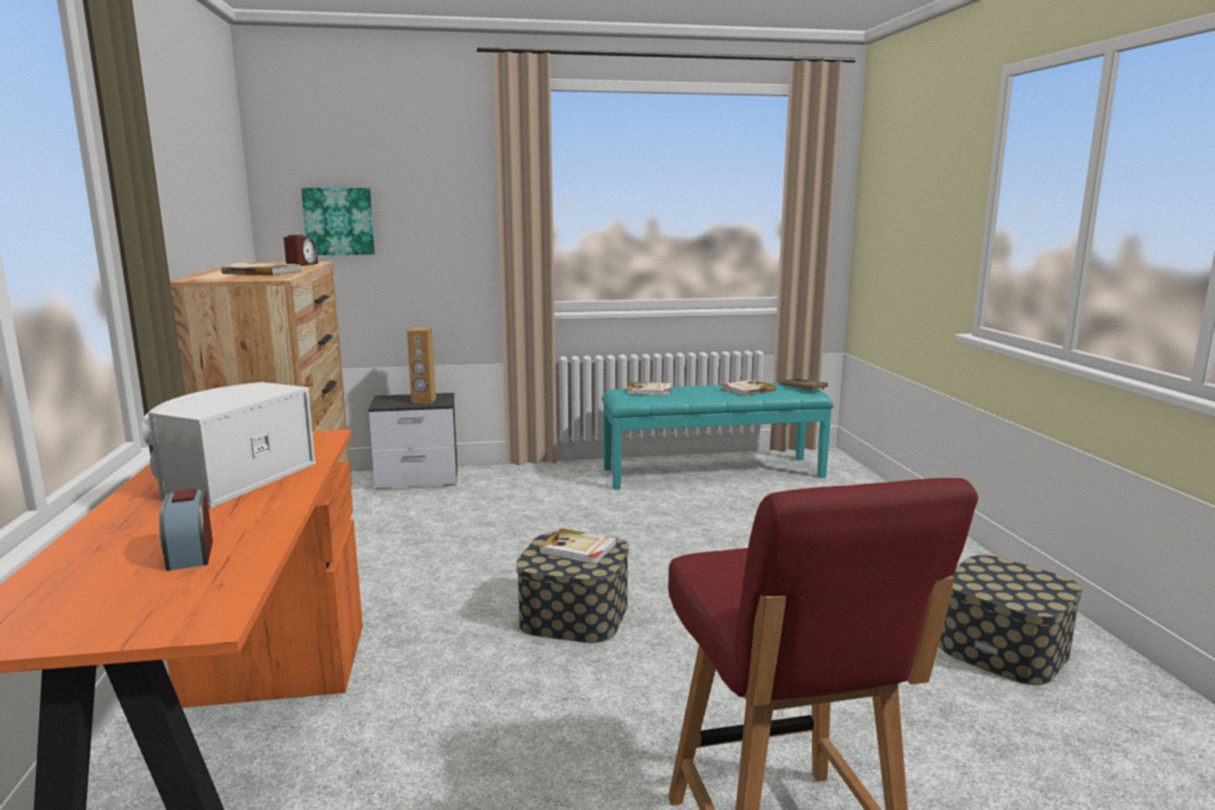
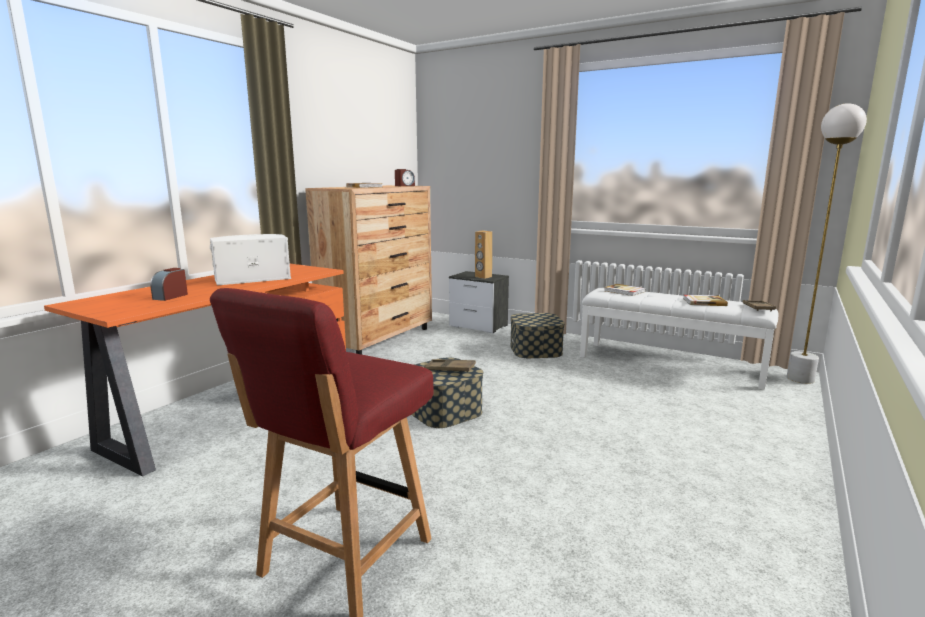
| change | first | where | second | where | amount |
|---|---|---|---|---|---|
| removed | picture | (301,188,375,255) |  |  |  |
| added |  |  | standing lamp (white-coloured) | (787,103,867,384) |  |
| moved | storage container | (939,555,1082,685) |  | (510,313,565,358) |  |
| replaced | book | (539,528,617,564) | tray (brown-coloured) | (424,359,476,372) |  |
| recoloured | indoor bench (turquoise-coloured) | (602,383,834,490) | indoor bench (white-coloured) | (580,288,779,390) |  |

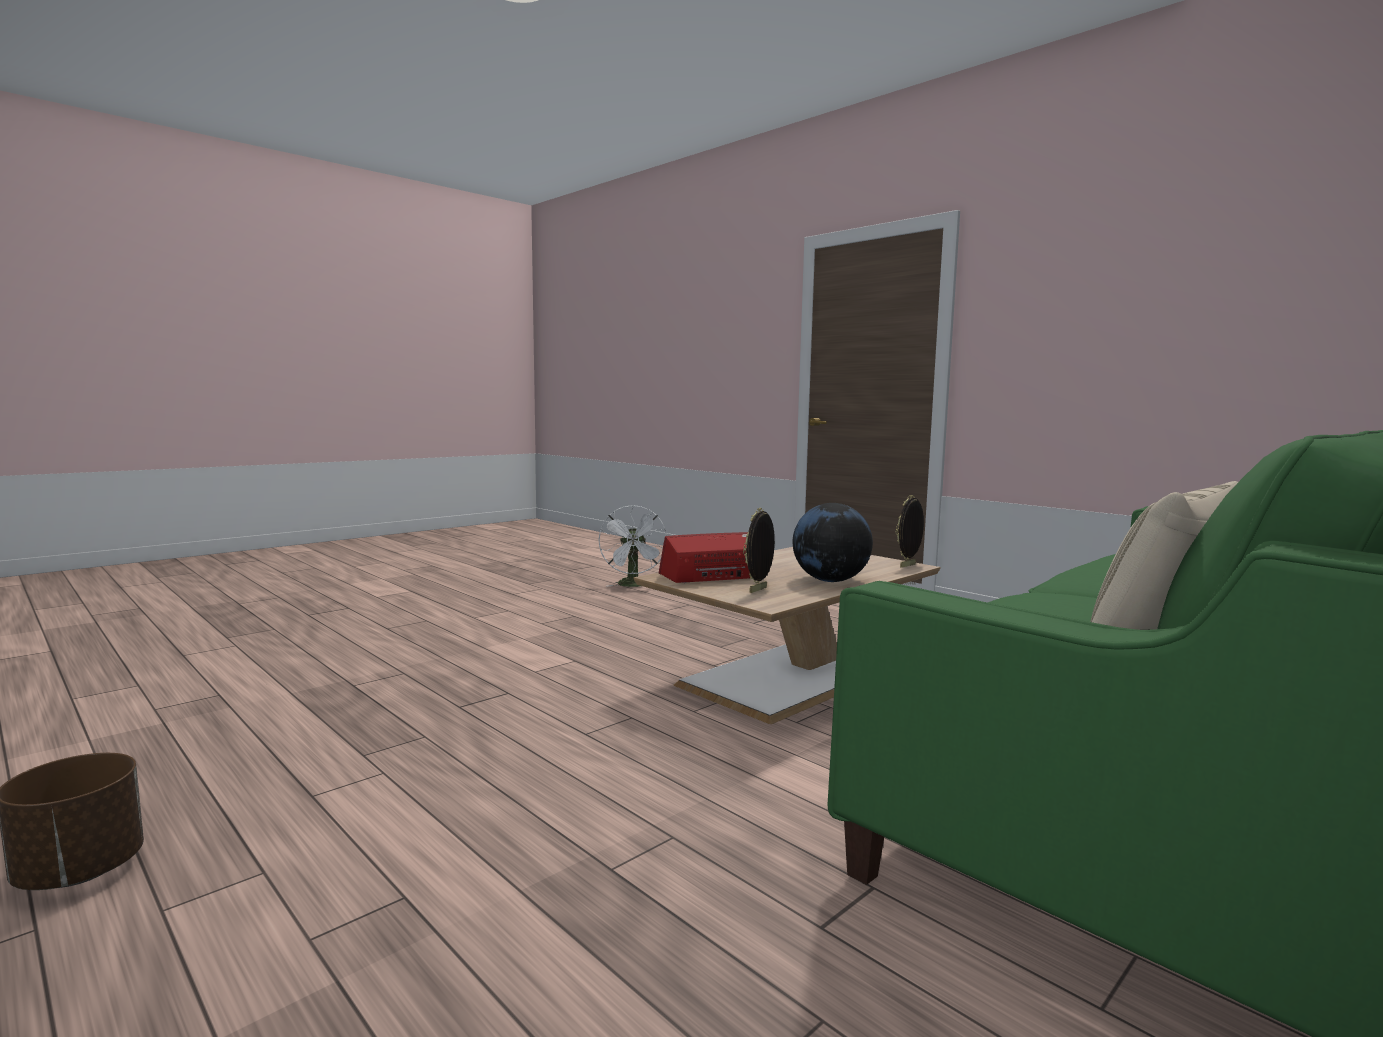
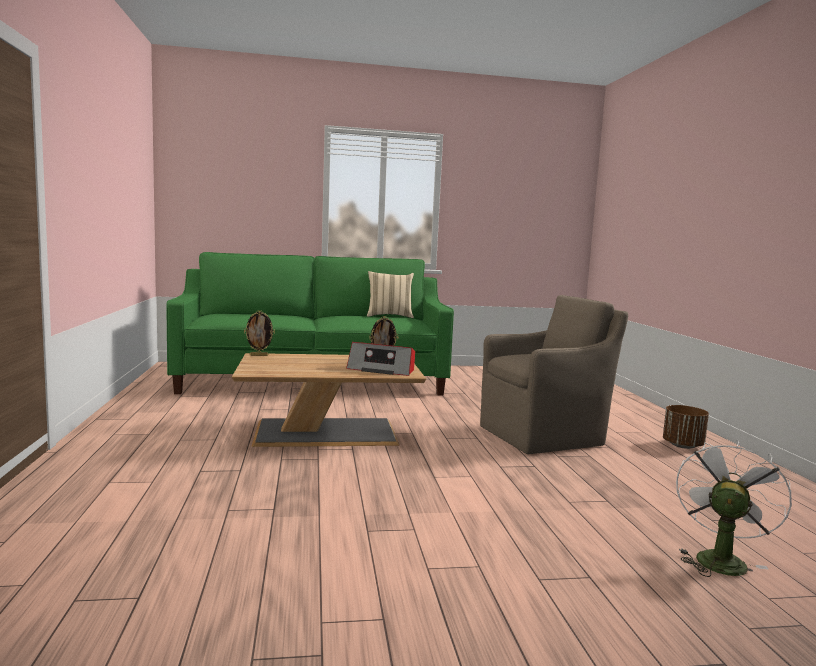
| change | first | where | second | where | amount |
|---|---|---|---|---|---|
| removed | desk globe | (793,503,873,582) |  |  |  |
| added |  |  | easy chair (brown-coloured) | (480,295,628,454) |  |
| moved | electric fan (white-coloured) | (598,505,667,587) |  | (676,439,792,577) |  |

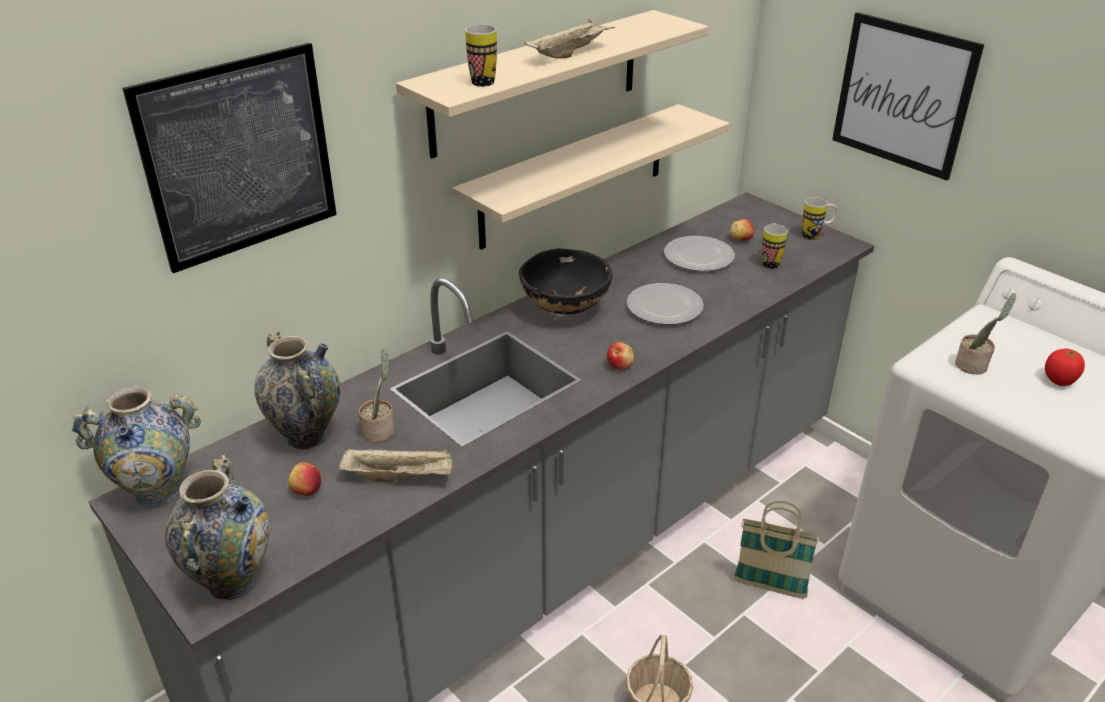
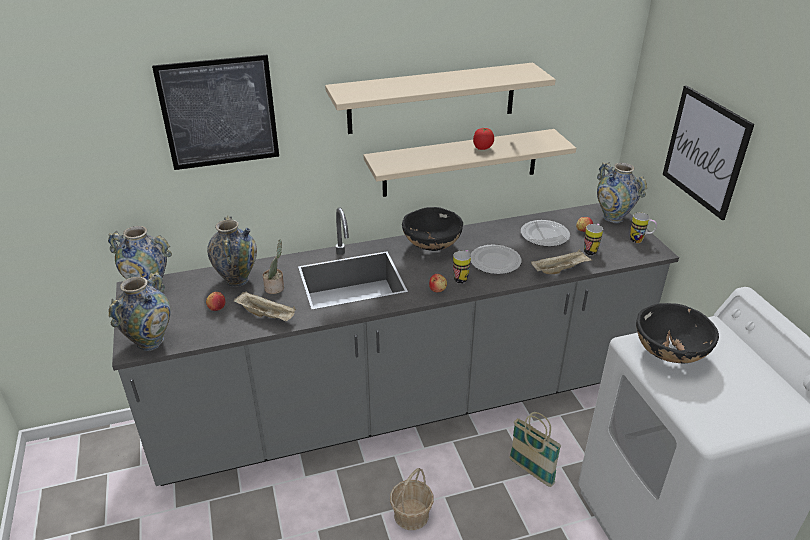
| change | first | where | second | where | amount |
|---|---|---|---|---|---|
| added |  |  | vase | (597,162,647,223) |  |
| moved | coffee mug | (465,25,497,87) |  | (453,250,471,284) |  |
| moved | tray (beige-coloured) | (524,18,615,59) |  | (531,249,592,274) |  |
| moved | tomato | (1045,348,1085,386) |  | (473,128,494,150) |  |
| replaced | potted plant | (955,293,1016,374) | serving bowl (black) | (636,303,719,364) |  |

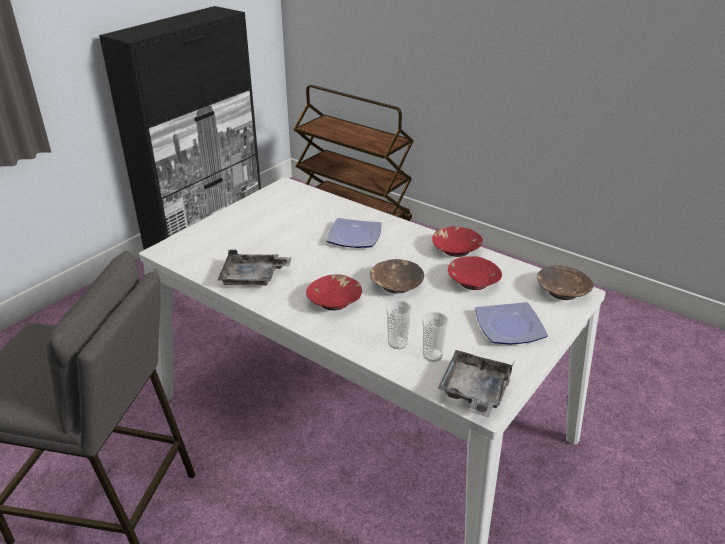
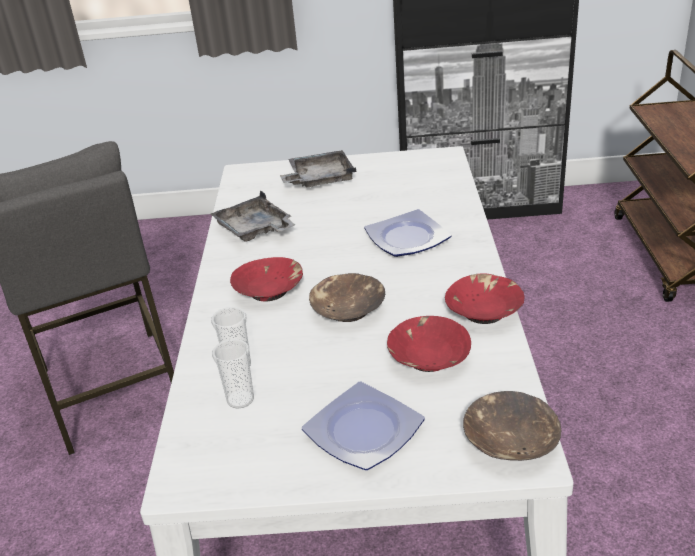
| change | first | where | second | where | amount |
|---|---|---|---|---|---|
| moved | tray (grey) | (437,350,514,417) |  | (280,150,357,188) |  |

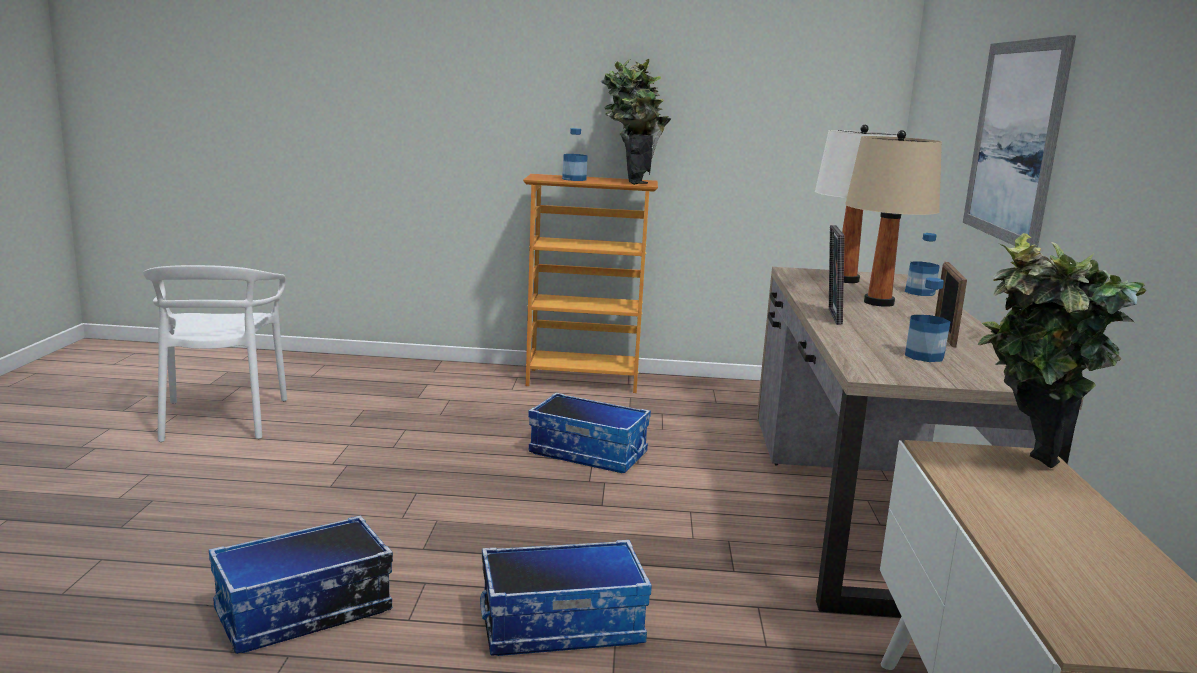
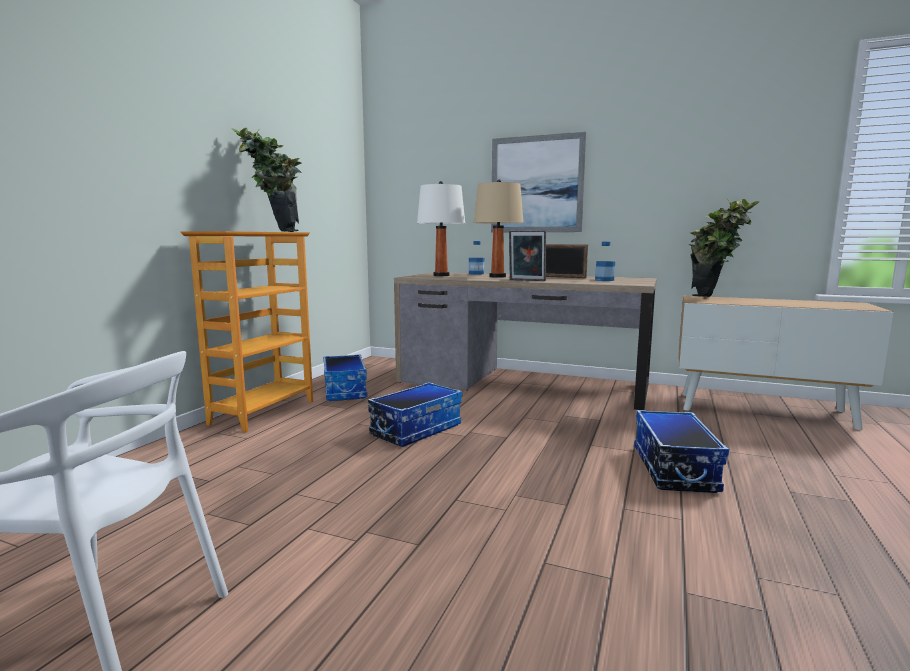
| change | first | where | second | where | amount |
|---|---|---|---|---|---|
| removed | bottle | (562,128,588,181) |  |  |  |
| moved | storage container | (209,515,393,654) |  | (323,354,367,401) |  |

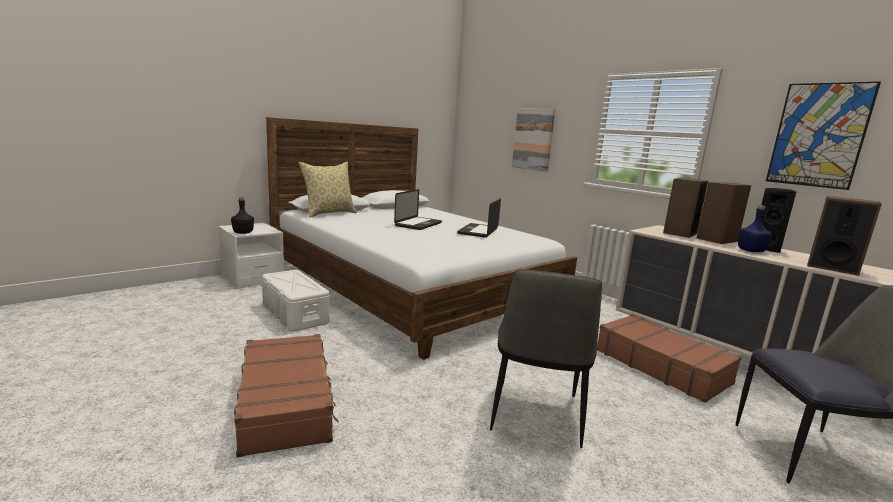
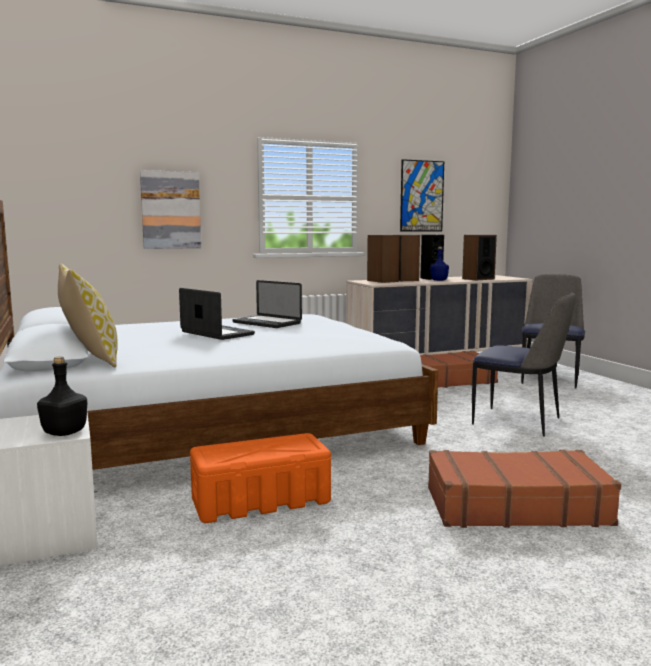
| change | first | where | second | where | amount |
|---|---|---|---|---|---|
| recoloured | storage container (white-coloured) | (262,270,329,332) | storage container (orange) | (190,433,331,523) |  |

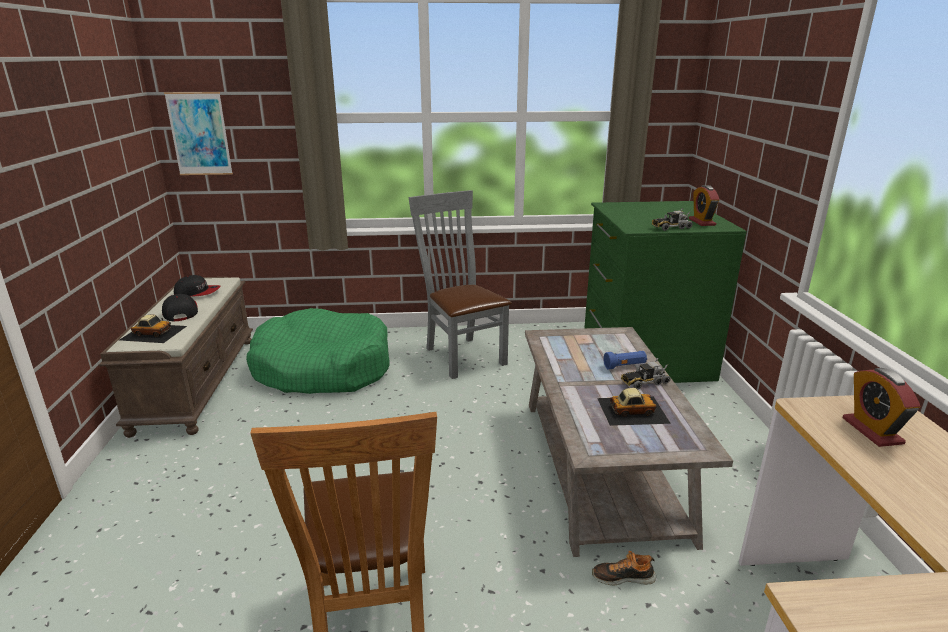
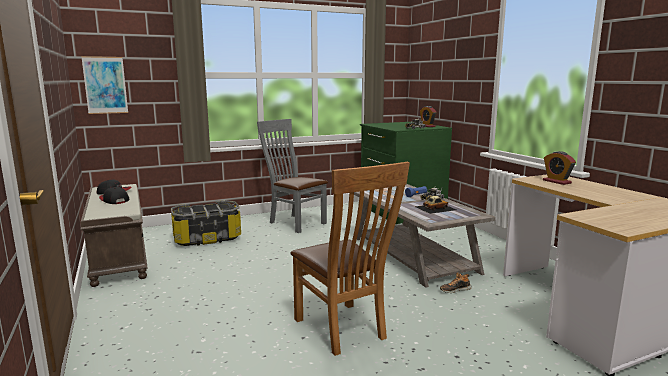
| change | first | where | second | where | amount |
|---|---|---|---|---|---|
| removed | miniature car | (120,315,187,343) |  |  |  |
| replaced | dog bed (green) | (246,308,390,394) | storage container | (171,200,241,246) |  |

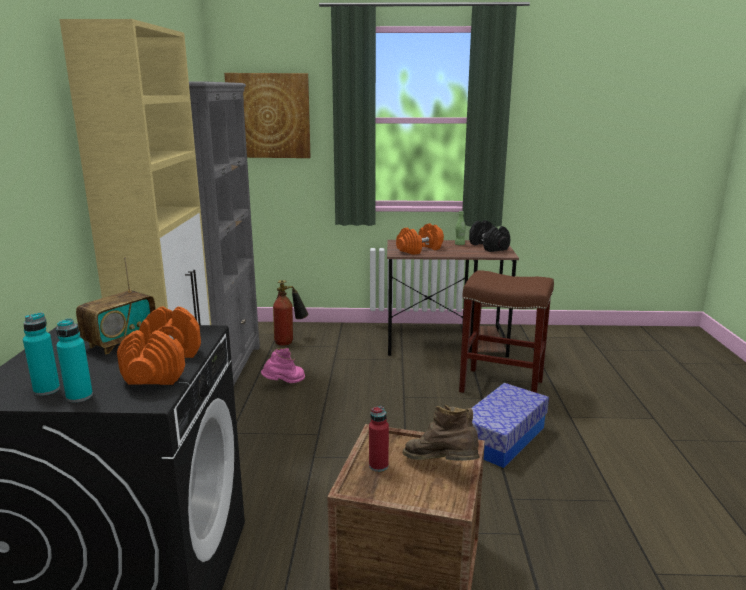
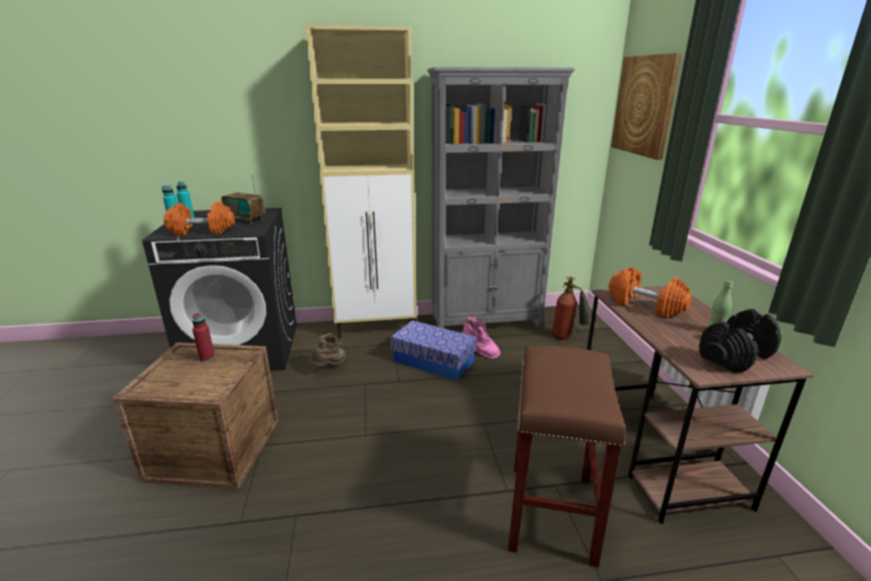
| change | first | where | second | where | amount |
|---|---|---|---|---|---|
| moved | high-top boot (brown-coloured) | (403,404,480,461) |  | (309,333,346,366) |  |
| moved | storage container | (471,383,549,468) |  | (391,320,477,381) |  |

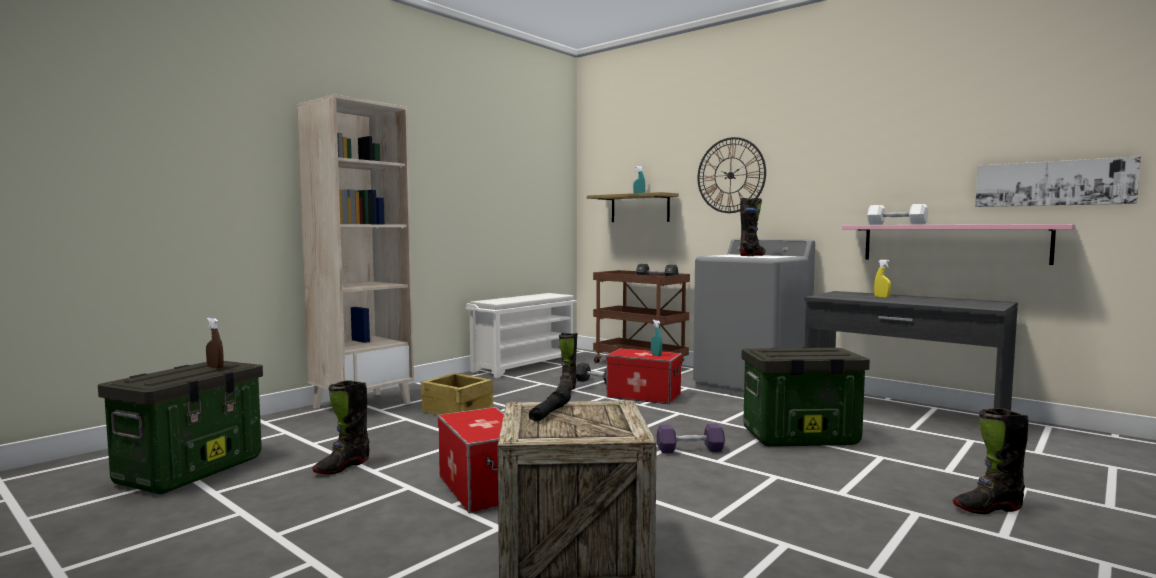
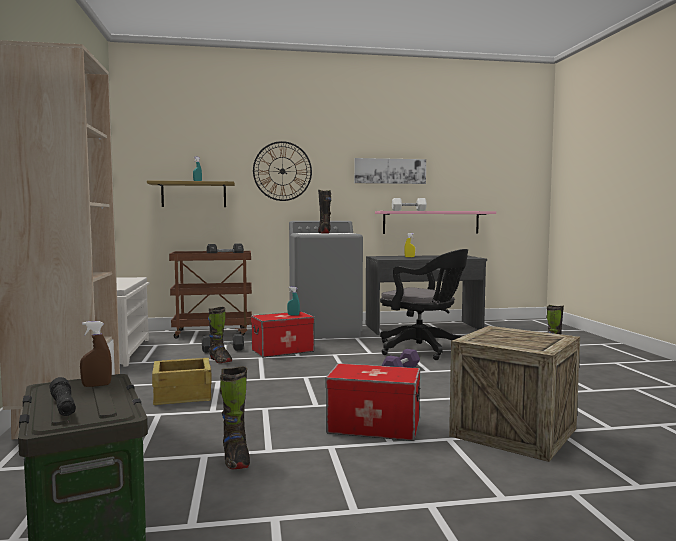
| change | first | where | second | where | amount |
|---|---|---|---|---|---|
| moved | torch (black) | (529,388,571,422) |  | (50,377,76,416) |  |
| moved | picture | (975,156,1141,207) |  | (354,158,426,184) |  |
| replaced | storage container | (741,347,870,447) | desk chair (black) | (380,249,468,360) |  |

